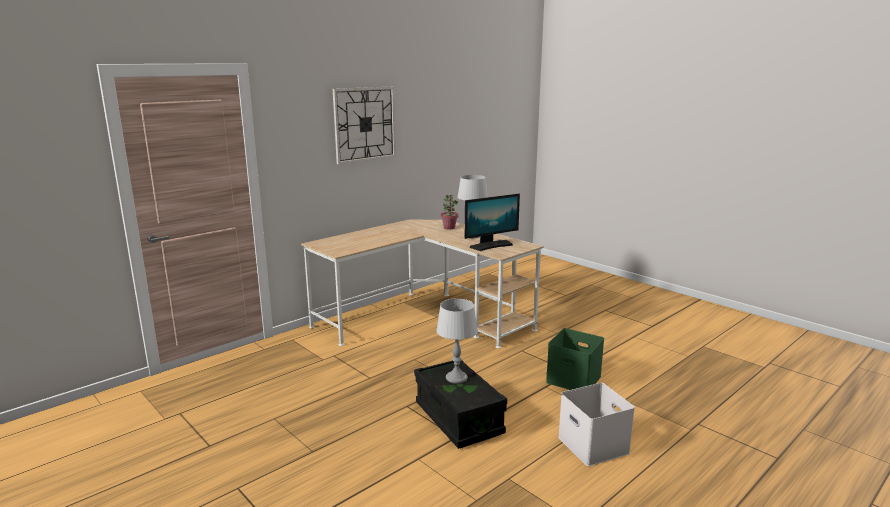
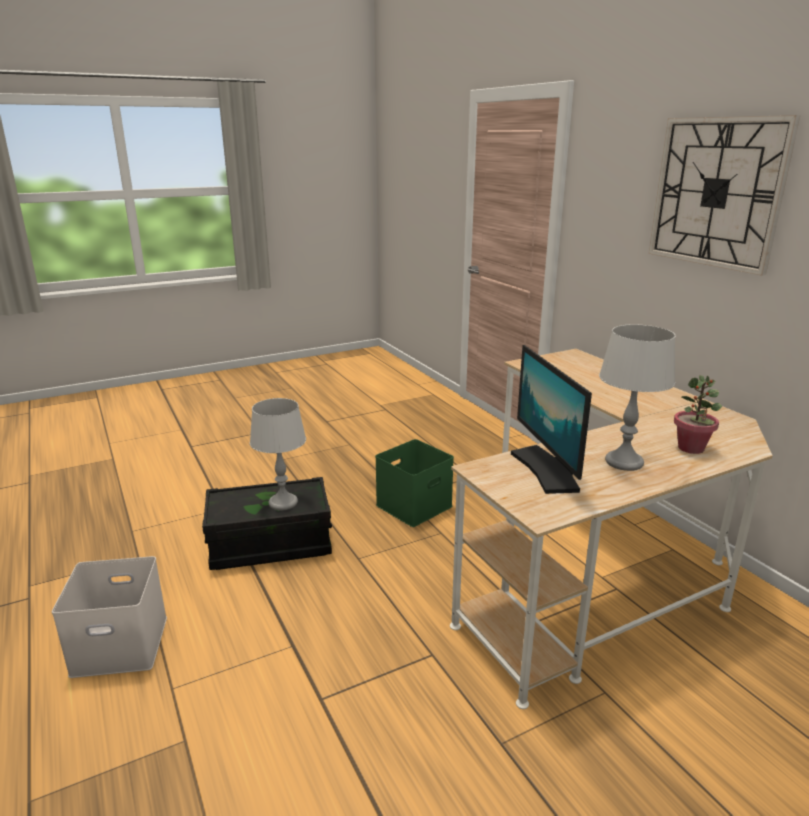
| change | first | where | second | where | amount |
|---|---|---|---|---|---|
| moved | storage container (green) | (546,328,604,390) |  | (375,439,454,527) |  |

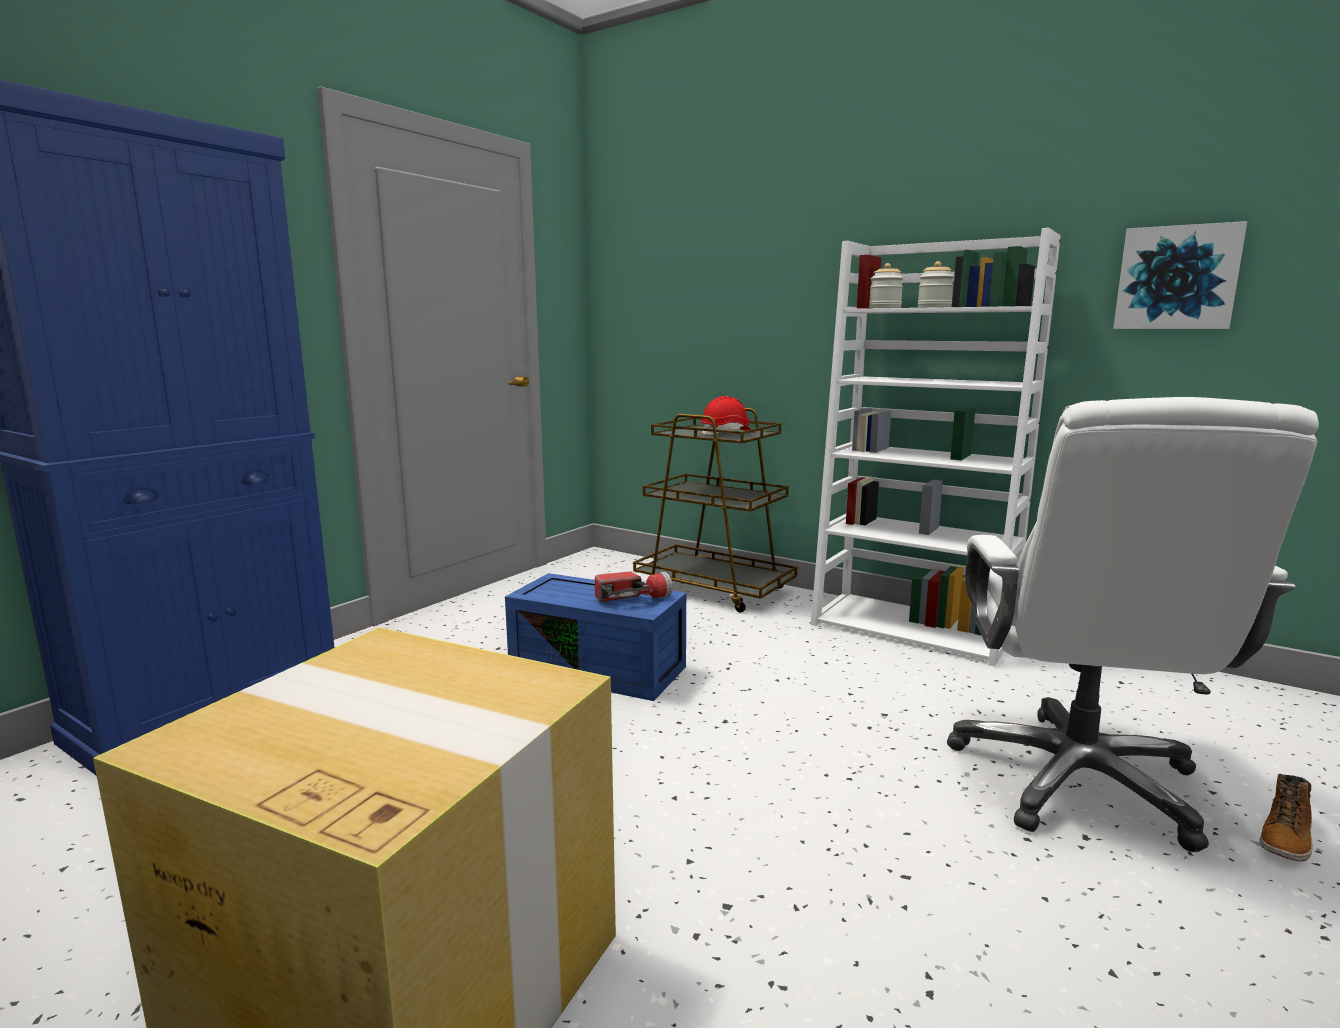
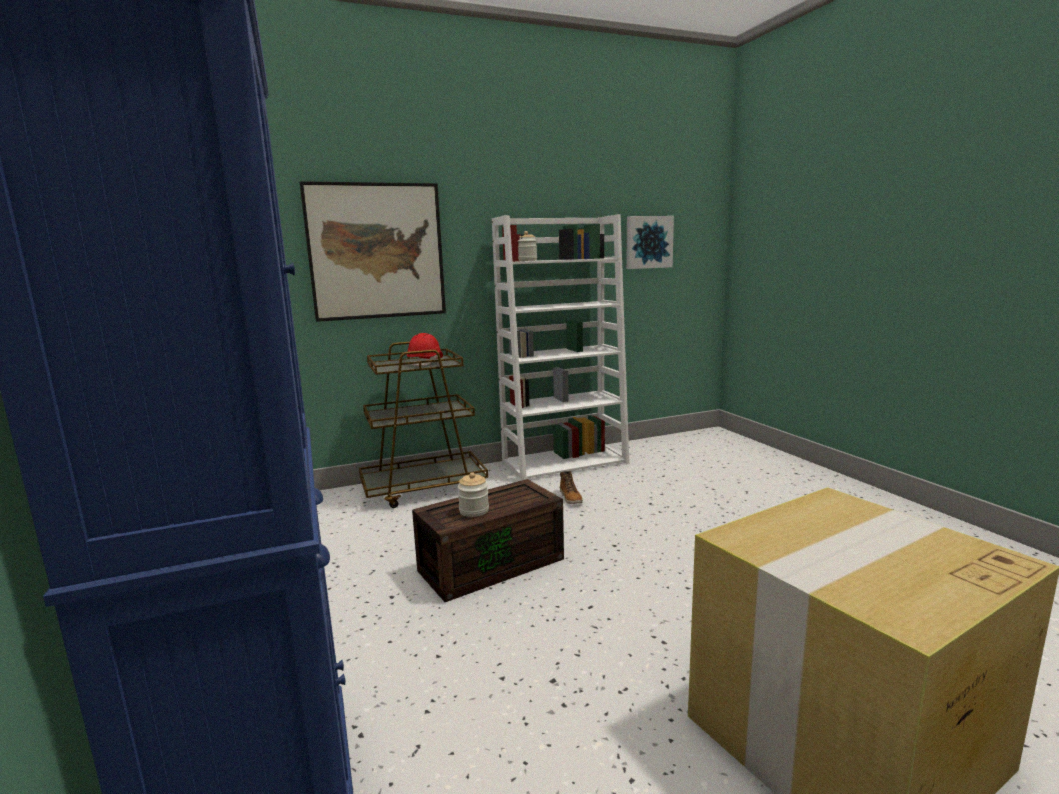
| change | first | where | second | where | amount |
|---|---|---|---|---|---|
| removed | torch | (595,571,673,602) |  |  |  |
| removed | desk chair (white-coloured) | (947,397,1319,852) |  |  |  |
| added |  |  | picture | (300,181,446,322) |  |
| moved | preserve jar | (918,261,954,308) |  | (458,472,489,517) |  |
| moved | high-top boot | (1260,774,1313,861) |  | (560,471,583,504) |  |
| recoloured | storage container (blue) | (505,573,686,701) | storage container (brown-coloured) | (412,479,564,602) |  |

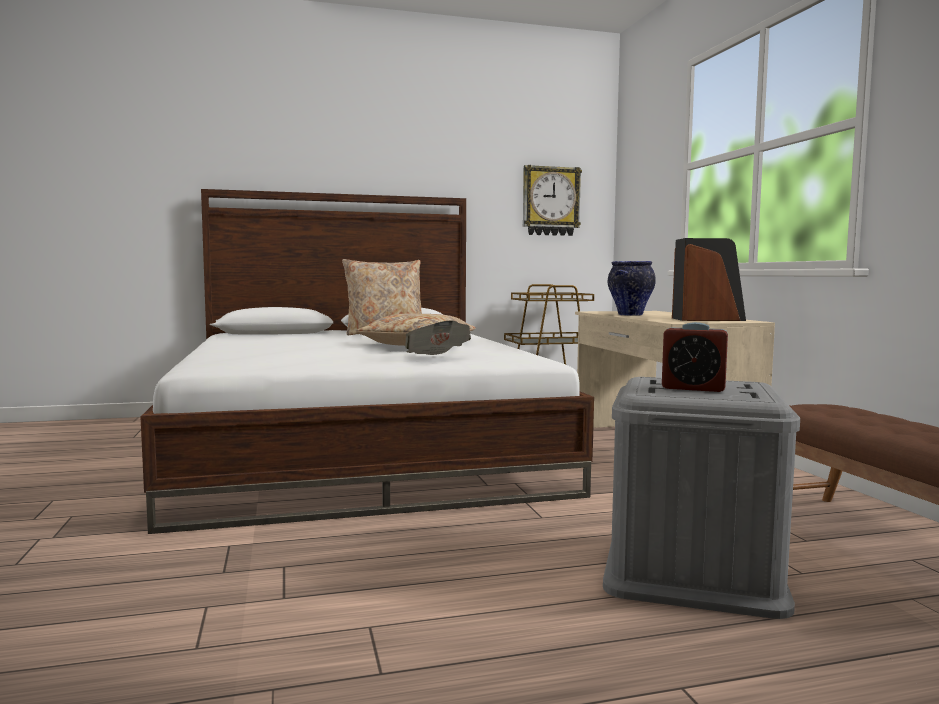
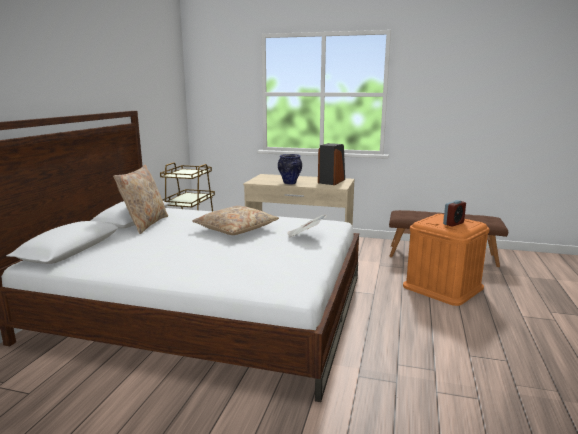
| change | first | where | second | where | amount |
|---|---|---|---|---|---|
| removed | clock on the wall | (523,165,582,236) |  |  |  |
| recoloured | storage container (grey) | (603,377,800,619) | storage container (orange) | (403,214,489,306) |  |

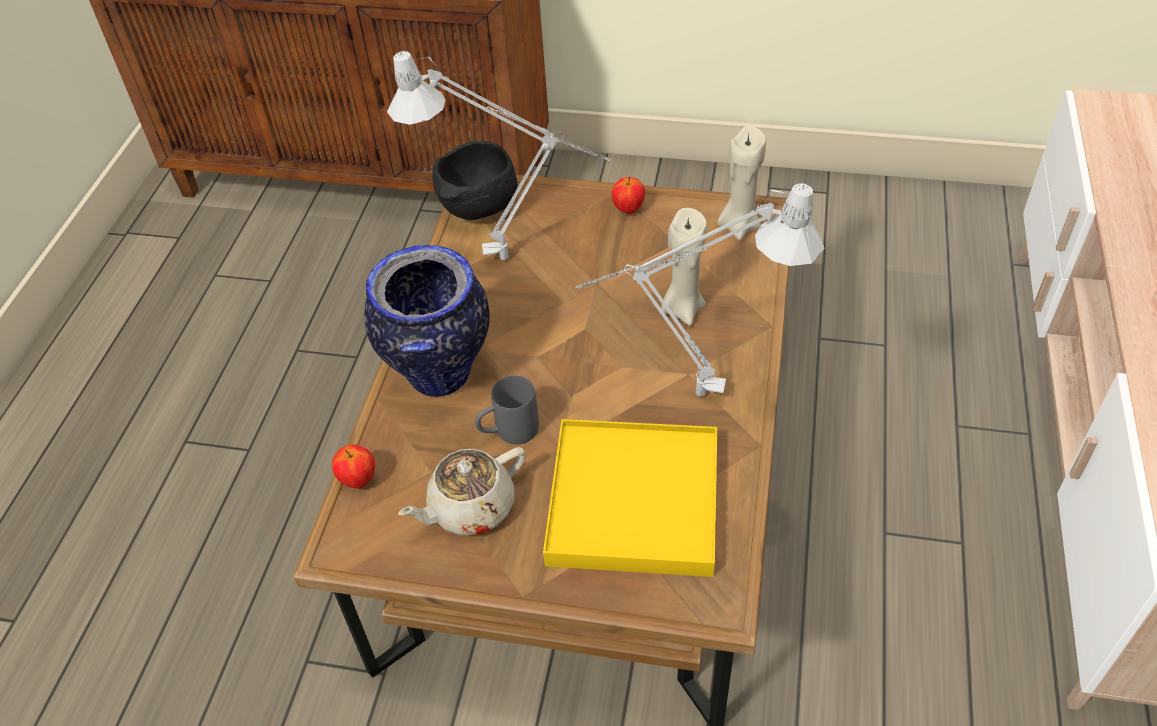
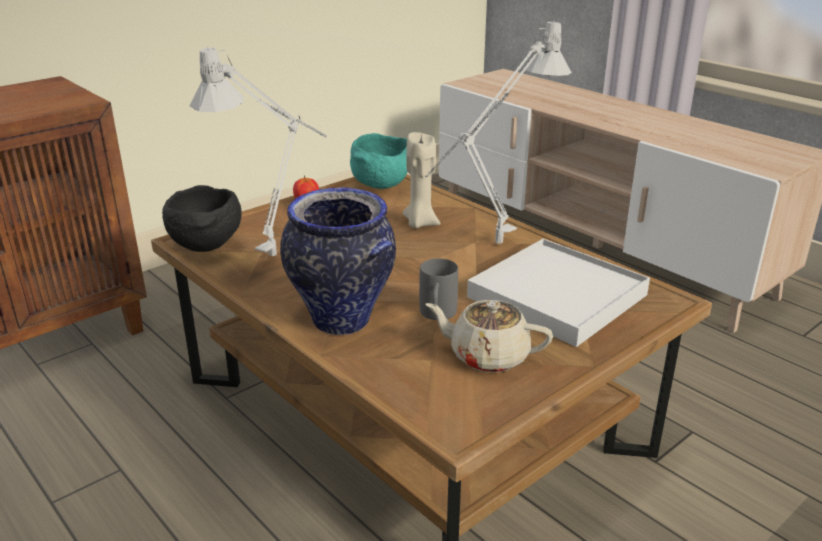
| change | first | where | second | where | amount |
|---|---|---|---|---|---|
| removed | apple | (332,444,375,489) |  |  |  |
| replaced | candle (beige-coloured) | (717,126,766,240) | serving bowl (turquoise-coloured) | (350,133,407,189) |  |
| recoloured | tray (yellowish) | (543,419,717,577) | tray (white-coloured) | (467,239,650,347) |  |
| turned | tea pot (beige-coloured) | (398,447,526,535) |  | (425,300,553,373) | 105 degrees clockwise |

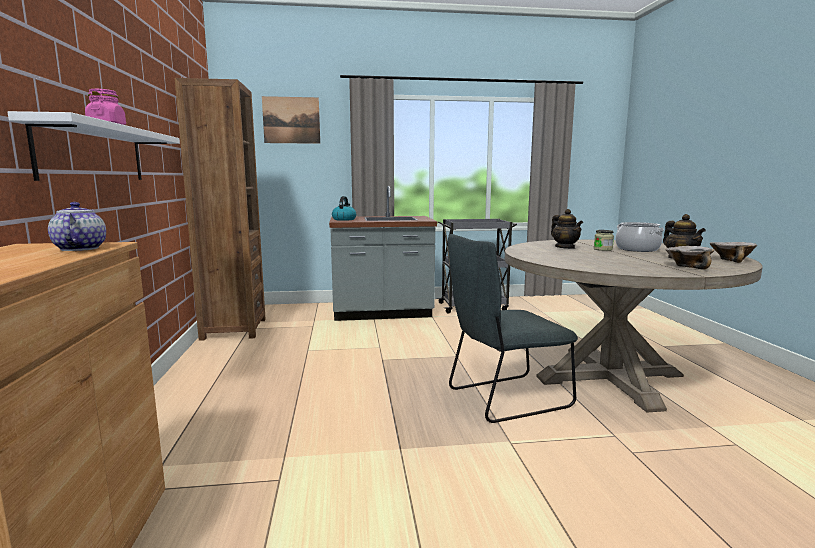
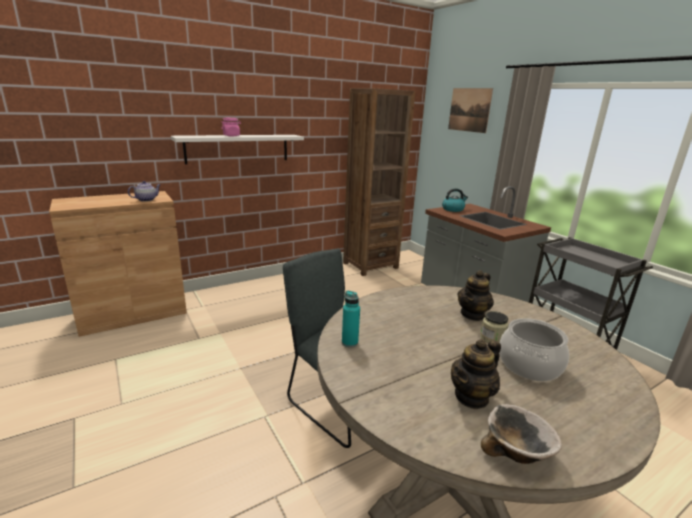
| change | first | where | second | where | amount |
|---|---|---|---|---|---|
| removed | serving bowl | (665,246,715,270) |  |  |  |
| added |  |  | bottle (turquoise-coloured) | (342,291,360,347) |  |

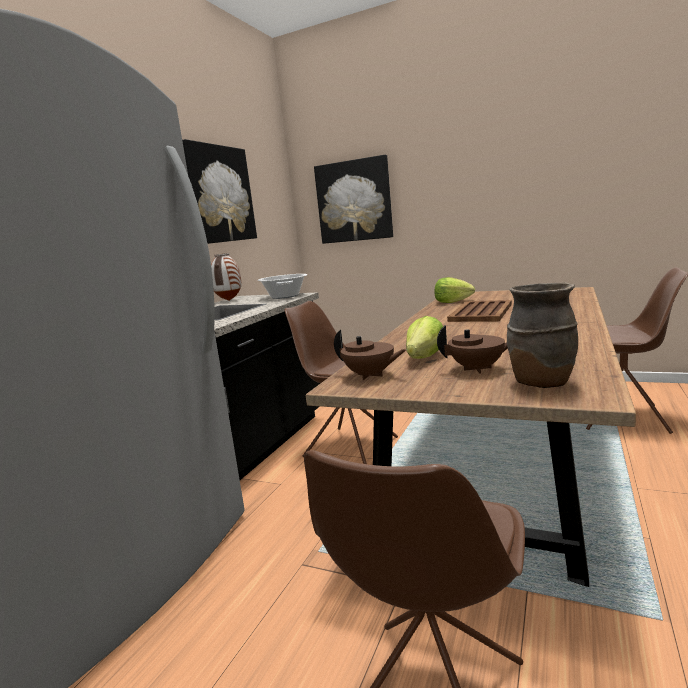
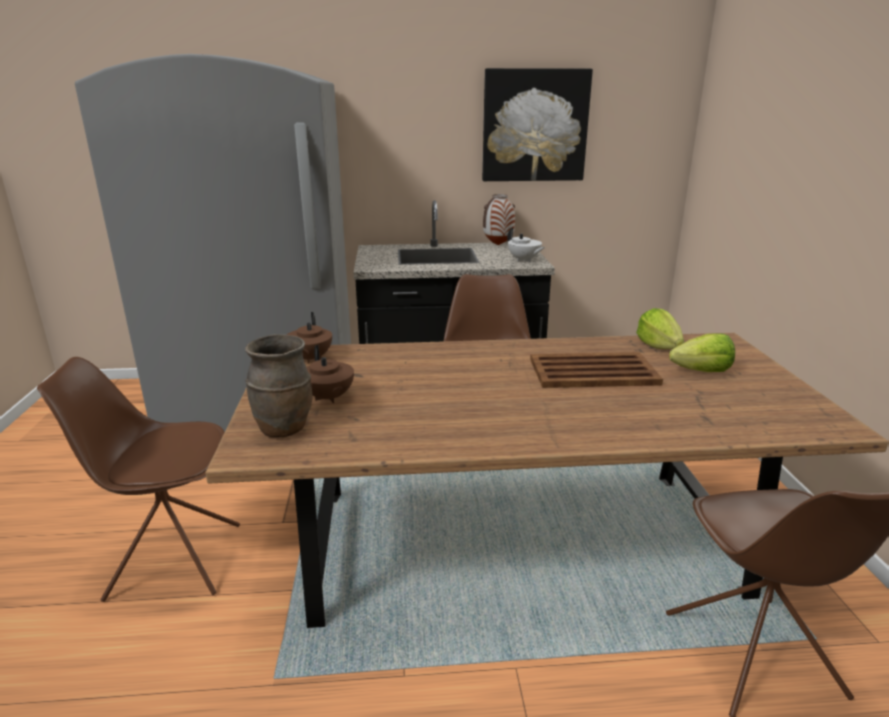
| change | first | where | second | where | amount |
|---|---|---|---|---|---|
| removed | picture | (314,155,393,244) |  |  |  |
| moved | lettuce head | (406,316,447,359) |  | (669,333,735,372) |  |
| replaced | saucepot | (258,274,307,299) | tea pot (white-coloured) | (507,228,545,262) |  |

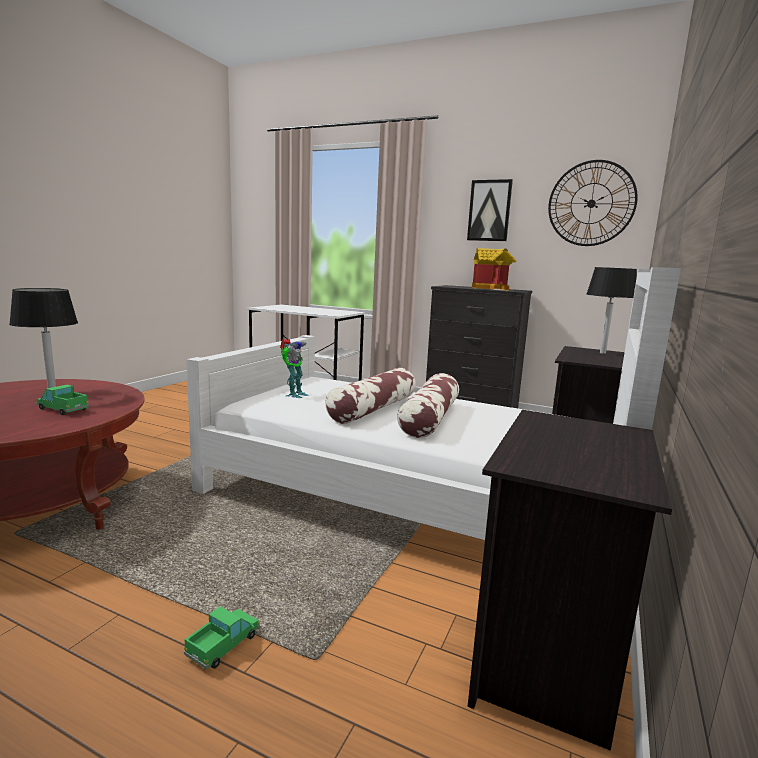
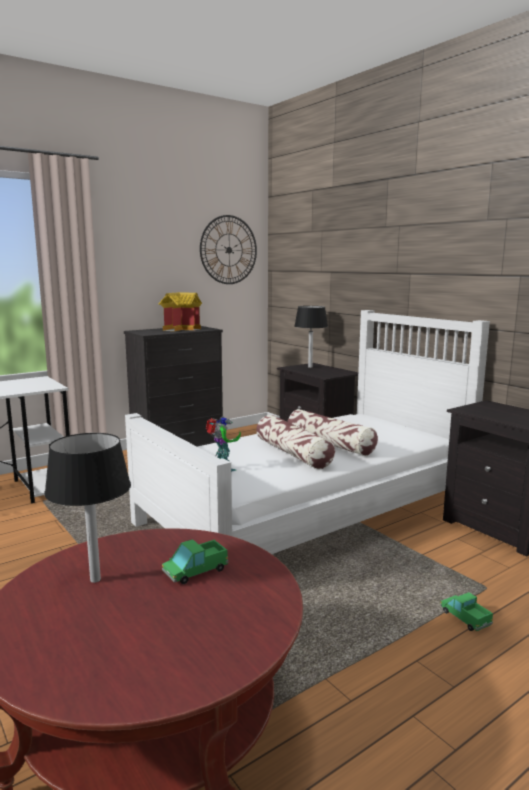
| change | first | where | second | where | amount |
|---|---|---|---|---|---|
| removed | picture | (467,179,513,241) |  |  |  |

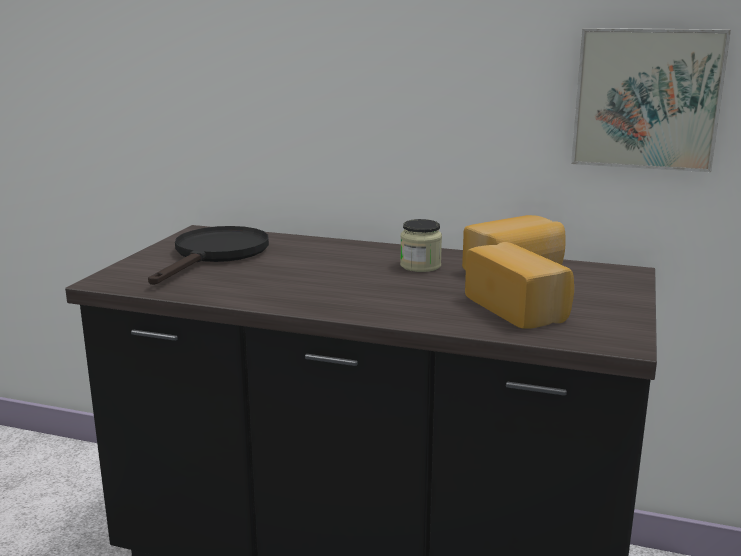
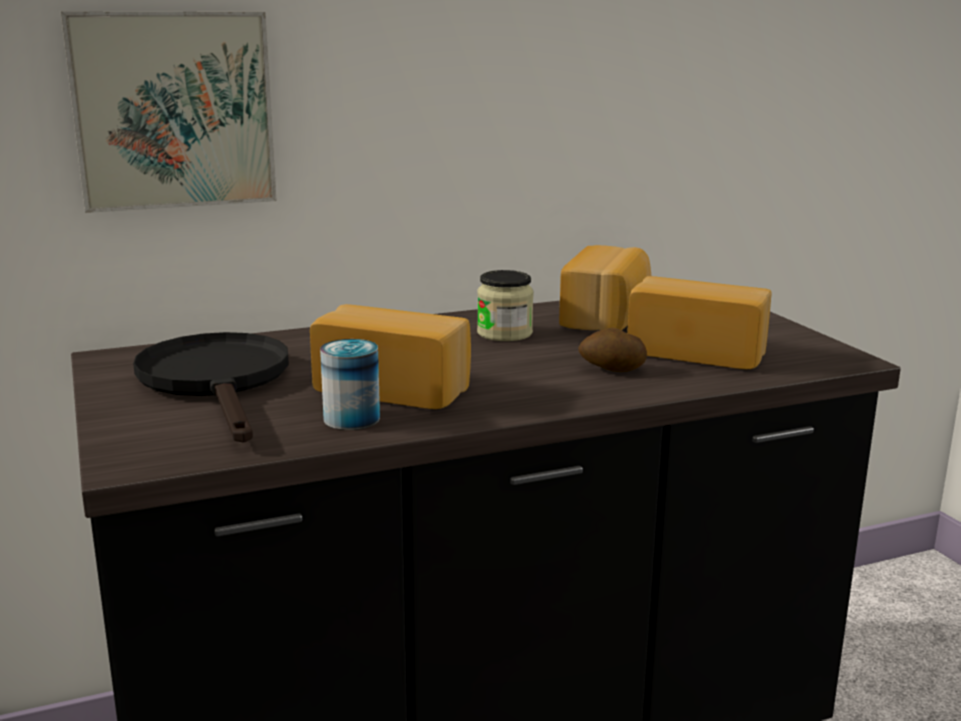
| change | first | where | second | where | amount |
|---|---|---|---|---|---|
| added |  |  | bakery bread | (310,304,471,409) |  |
| added |  |  | can | (320,339,380,430) |  |
| added |  |  | spud | (578,328,647,372) |  |
| moved | picture | (571,28,731,172) |  | (61,11,277,213) |  |

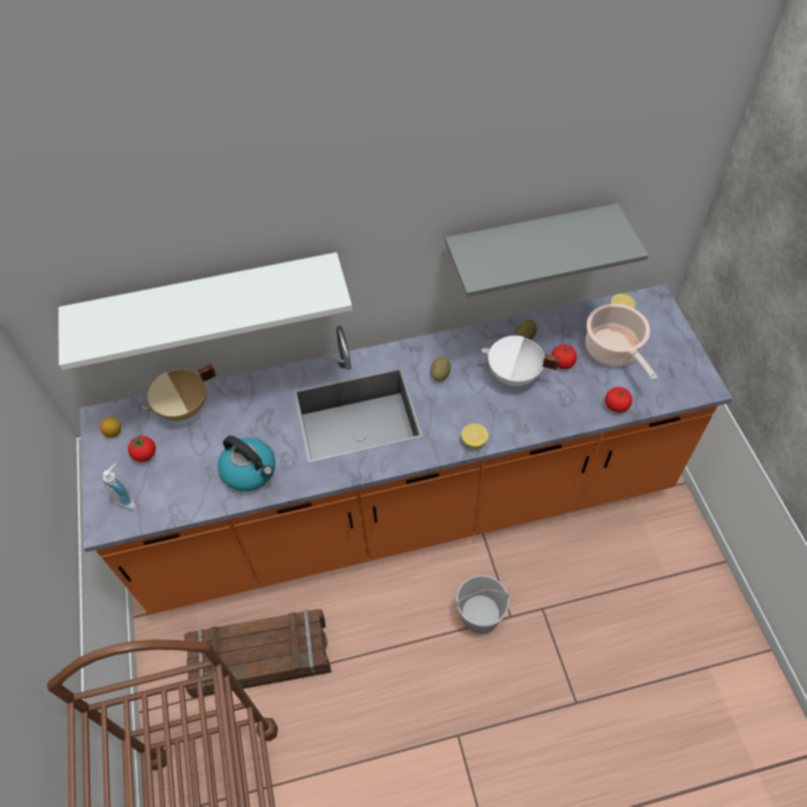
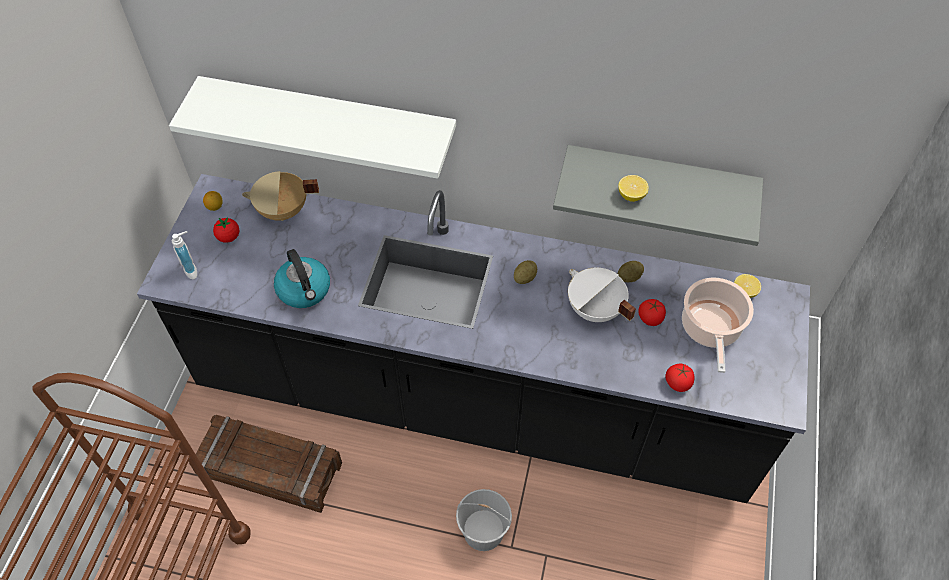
| change | first | where | second | where | amount |
|---|---|---|---|---|---|
| moved | lemon | (461,423,488,448) |  | (618,175,649,202) |  |
| recoloured | counter (orange) | (80,284,733,615) | counter (black) | (137,174,810,503) |  |

